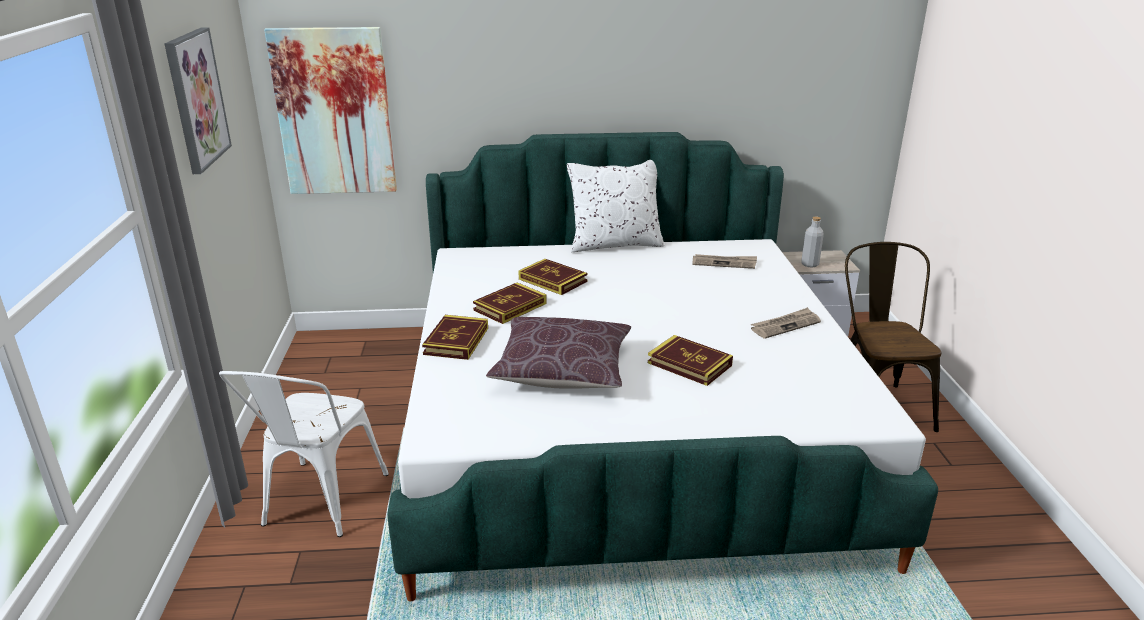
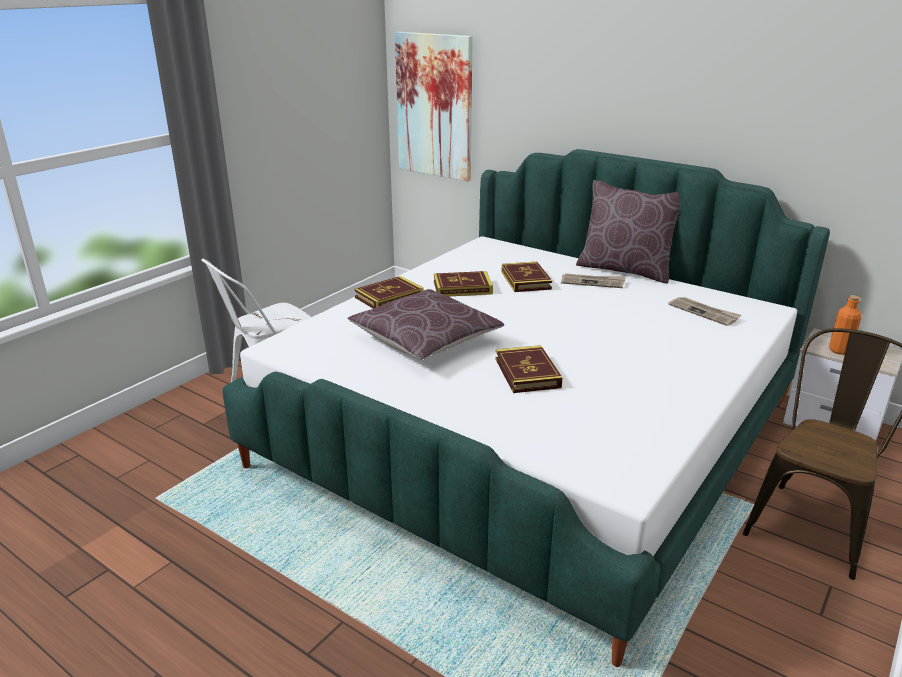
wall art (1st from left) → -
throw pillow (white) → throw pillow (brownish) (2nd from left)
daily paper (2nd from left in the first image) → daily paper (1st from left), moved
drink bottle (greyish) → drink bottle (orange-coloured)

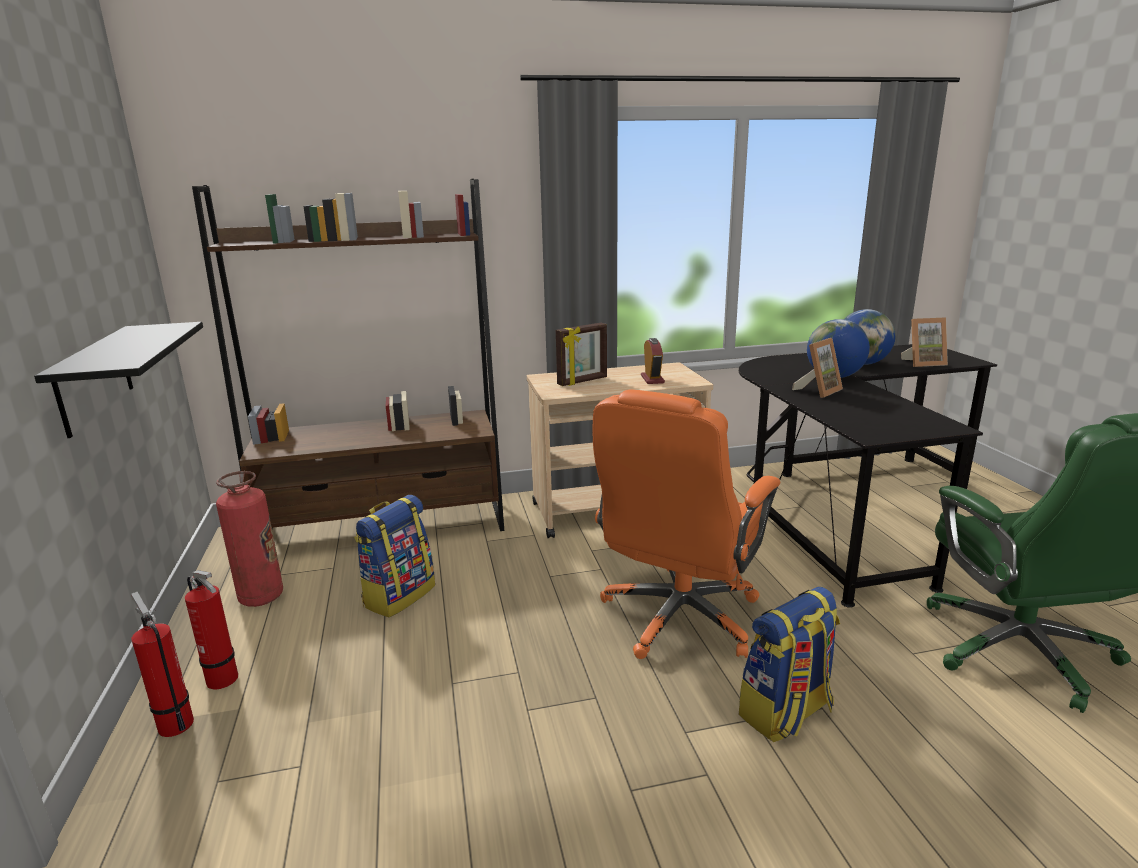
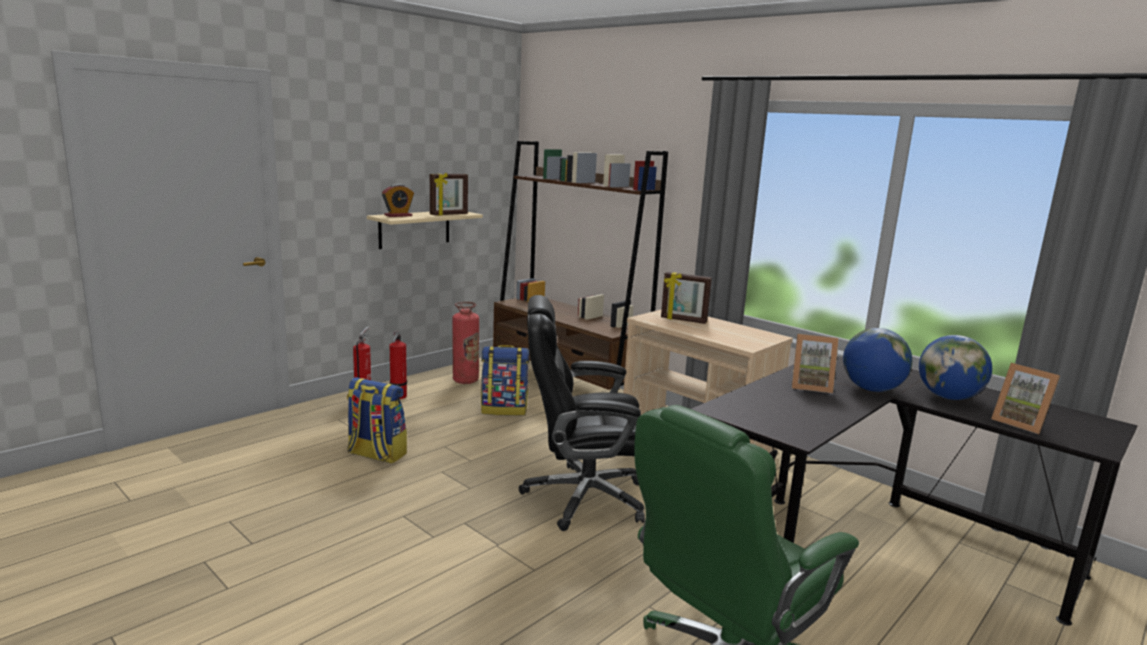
wall shelf (black) → wall shelf (beige-coloured)
computer chair (orange-coloured) → computer chair (black)
table clock, moved
knapsack (2nd from left in the first image) → knapsack (1st from left), moved
- → picture frame (1st from left)

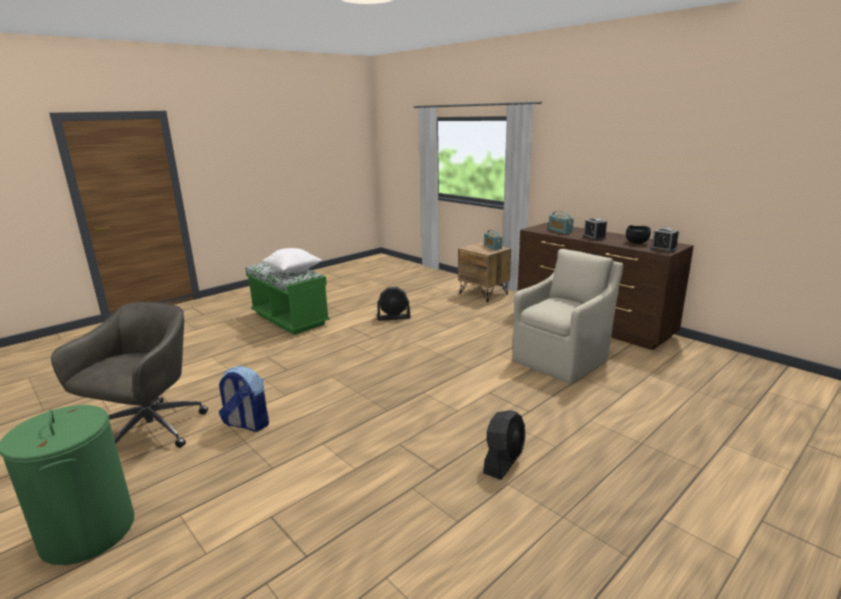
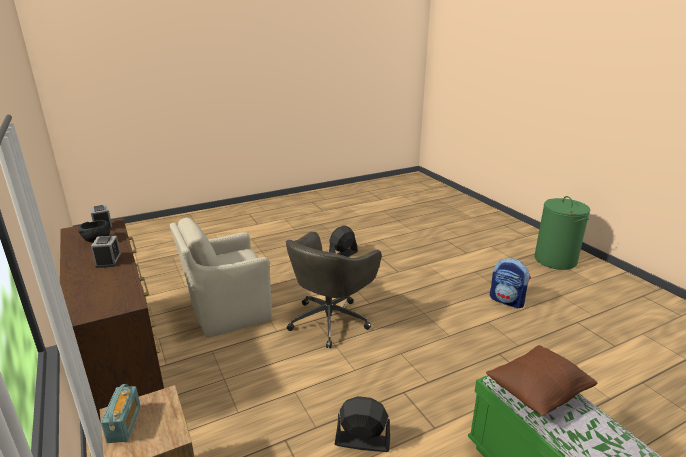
computer chair (greyish), moved
throw pillow (white) → throw pillow (brownish)
radio (2nd from left) → -

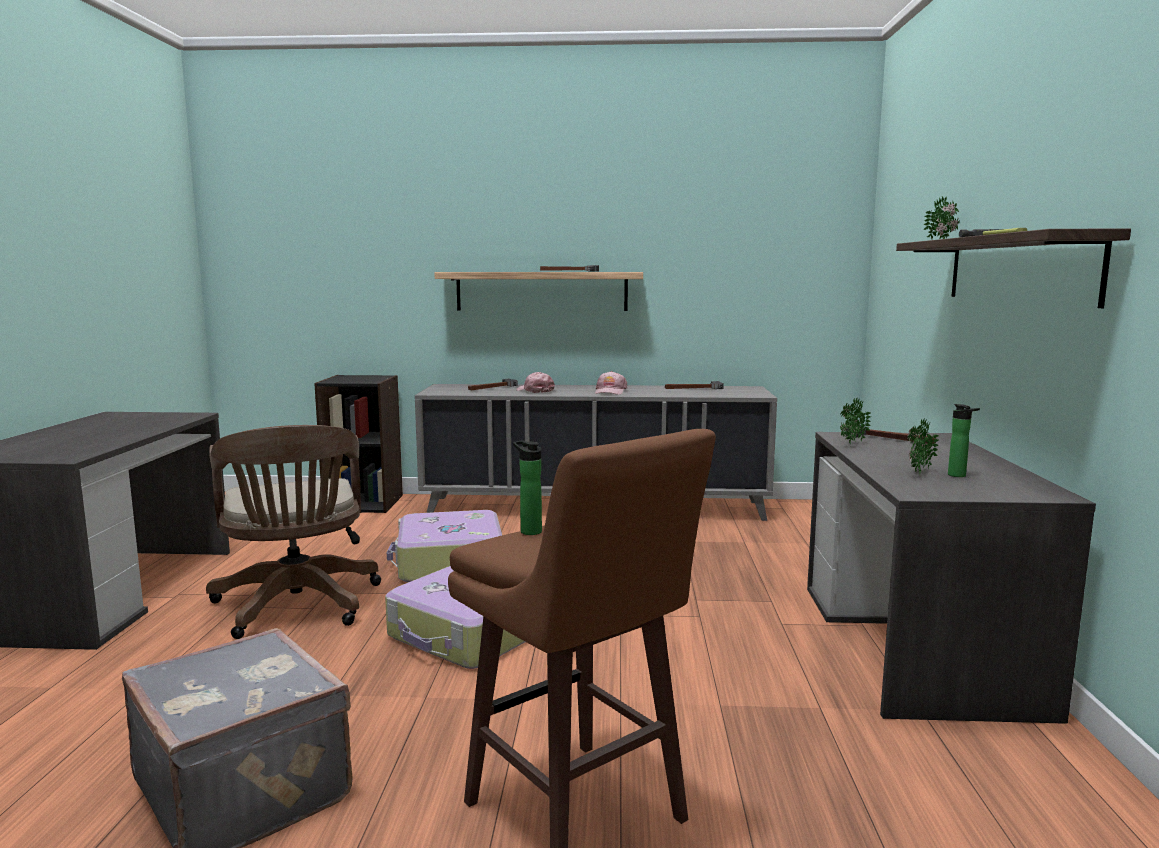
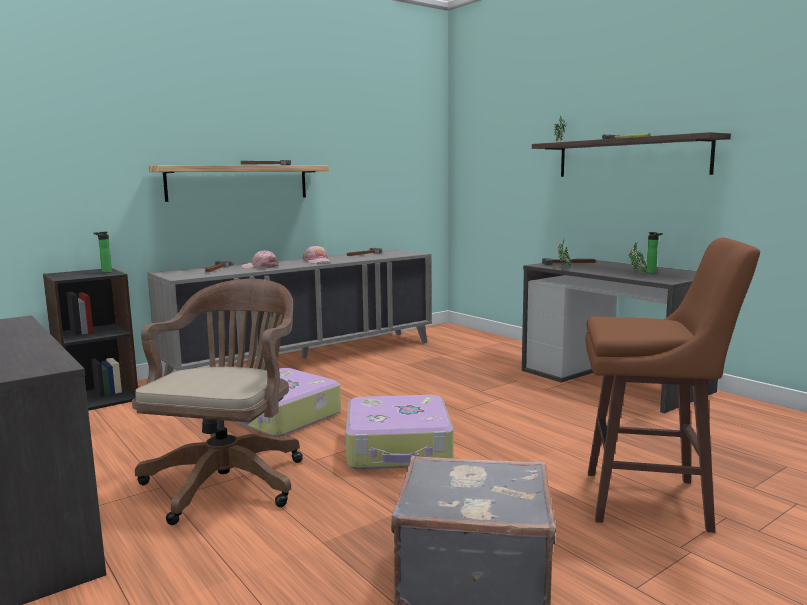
computer chair (brownish), 105 degrees counterclockwise
drink bottle (1st from left), moved

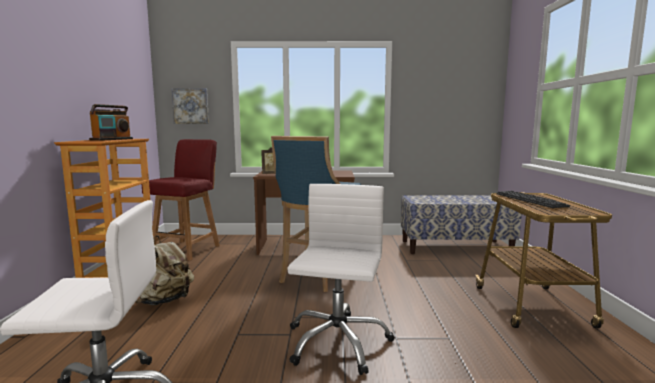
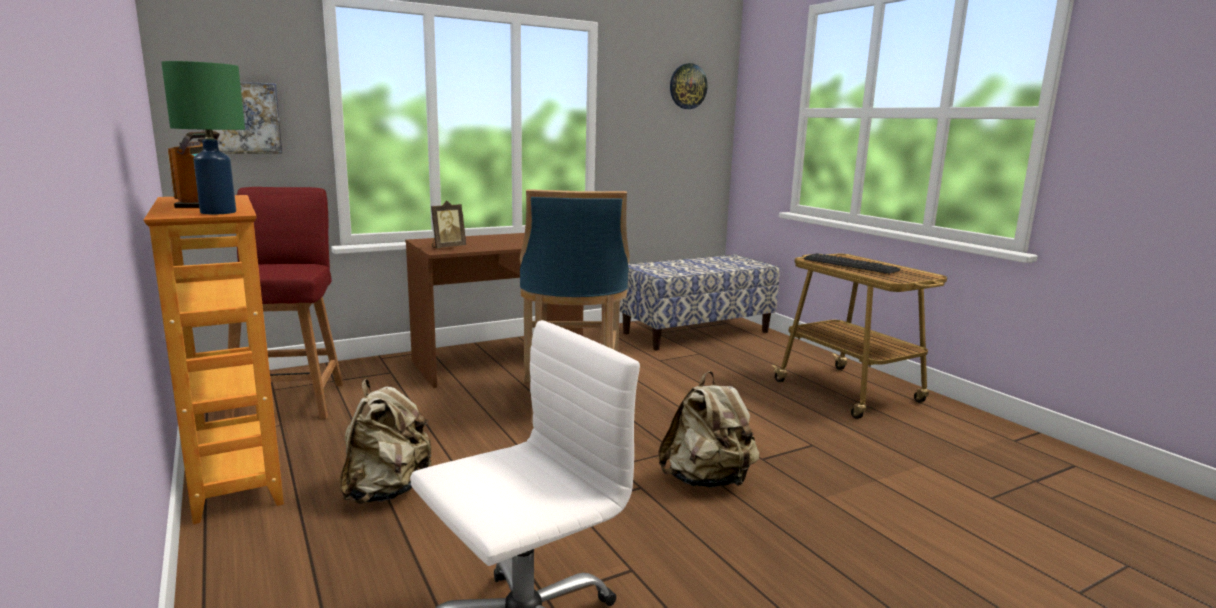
computer chair (white) (2nd from left) → knapsack (beige-coloured) (2nd from left)
- → table lamp (green-coloured)
- → clock on the wall

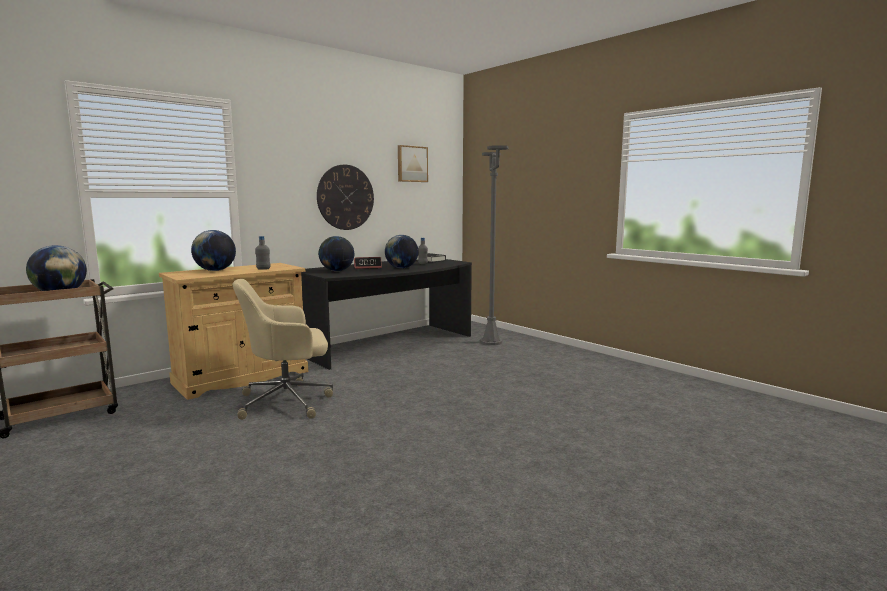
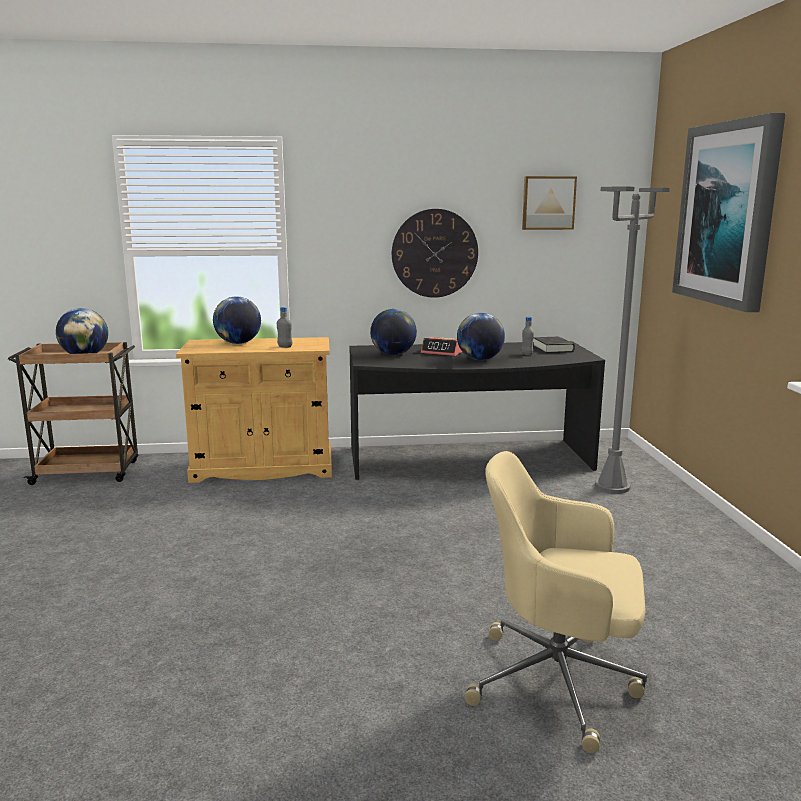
computer chair (beige-coloured), moved
- → wall art (2nd from left)

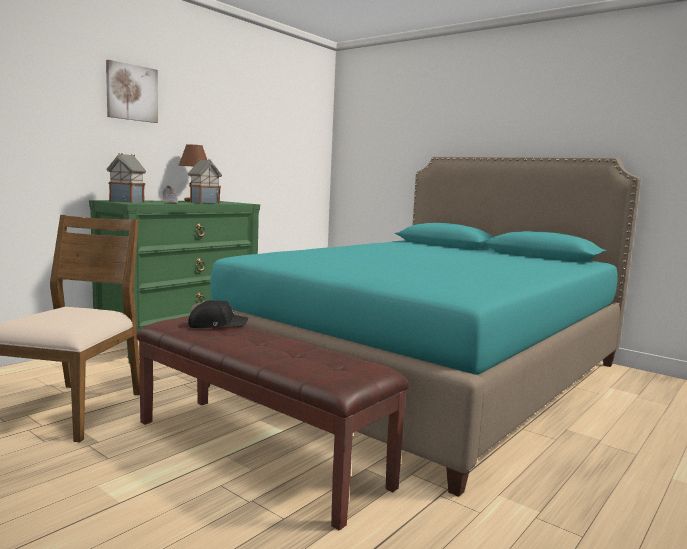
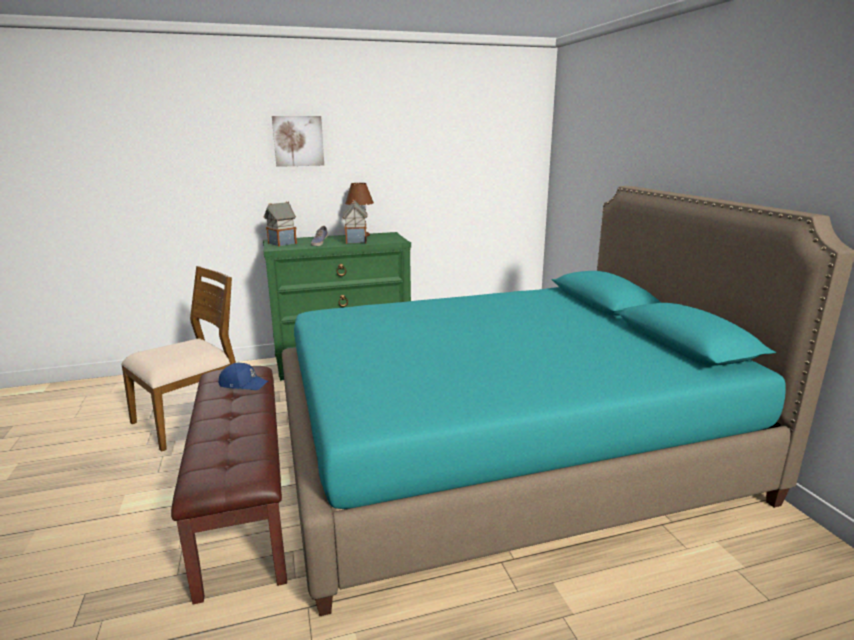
cap (black) → cap (blue)

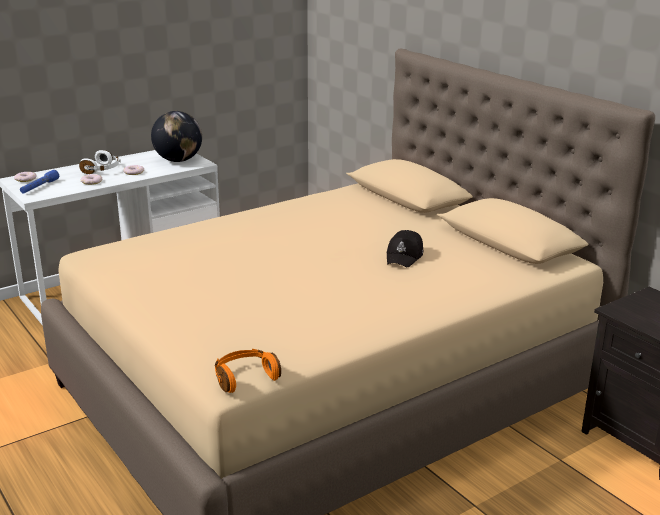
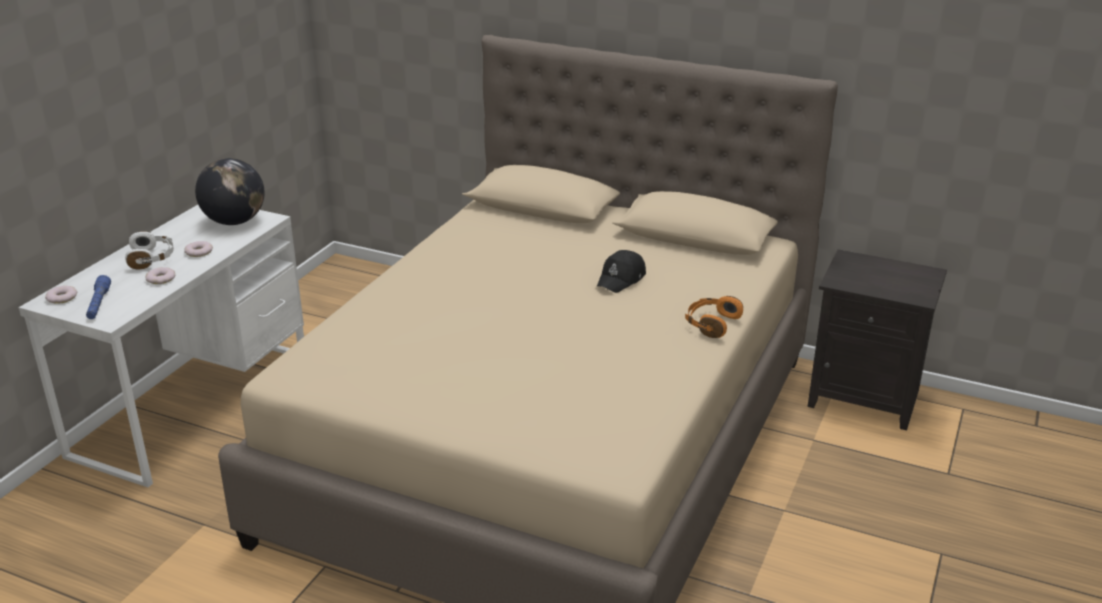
pair of headphones (orange-coloured), moved
cap (black), 45 degrees clockwise

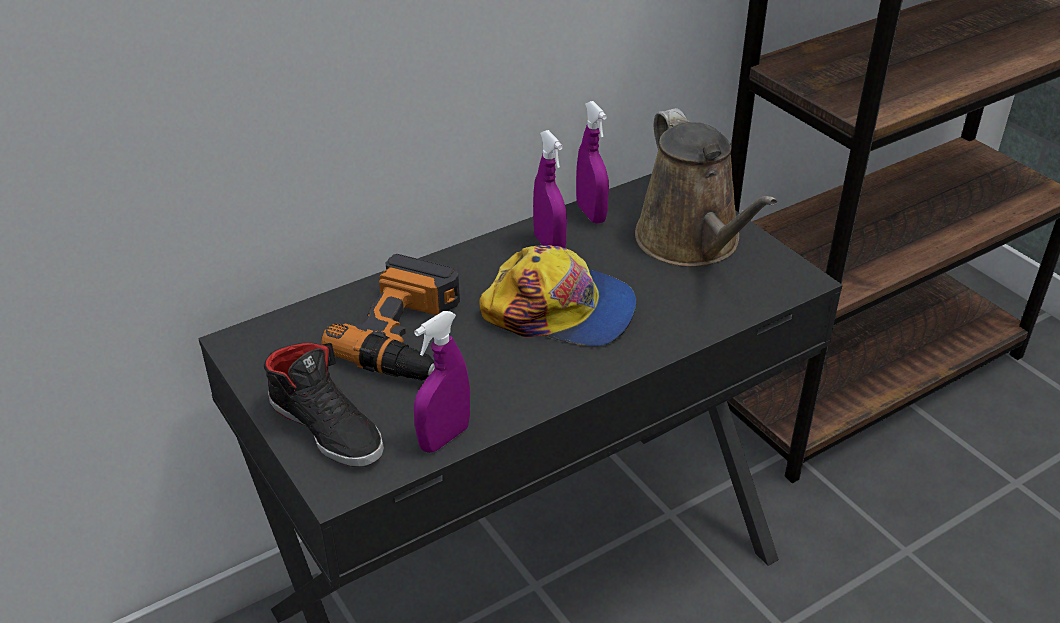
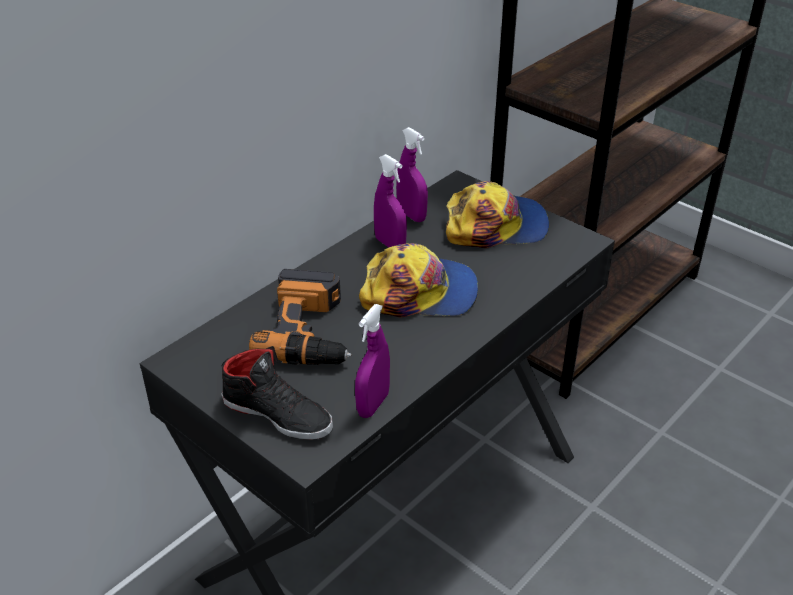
watering pot (brownish) → cap (2nd from left)

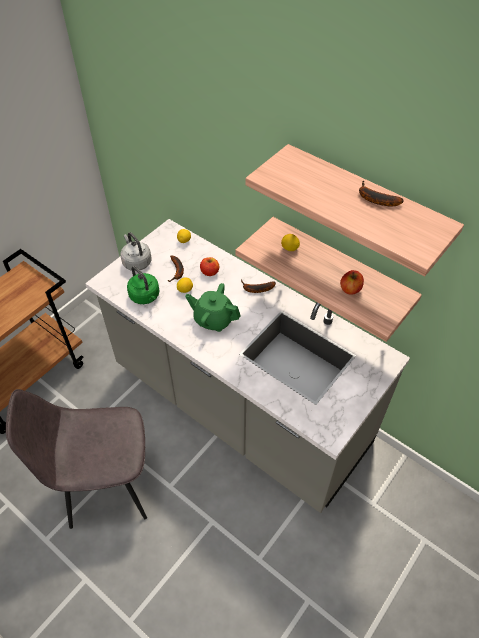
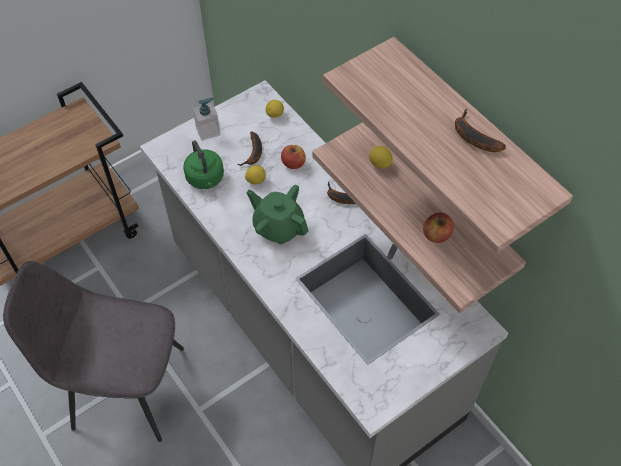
tea kettle (greyish) → liquid soap bottle

